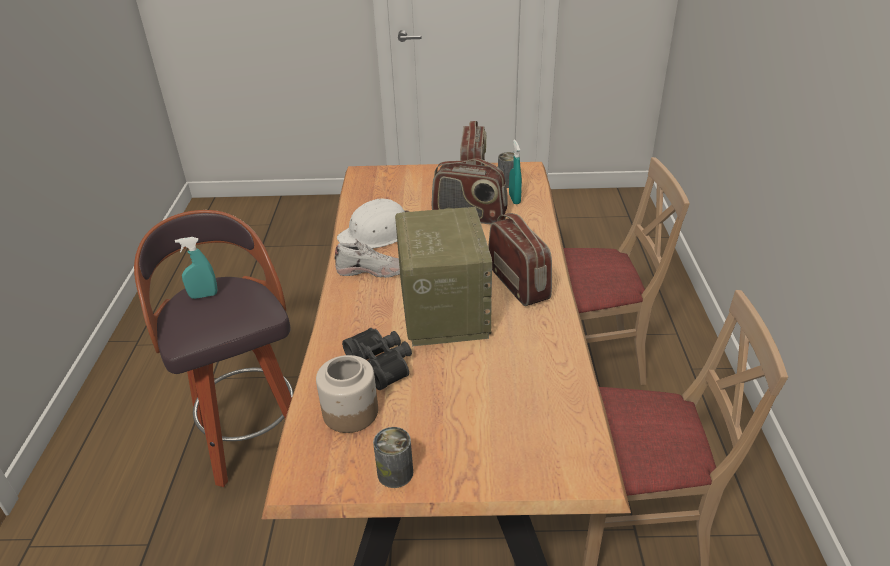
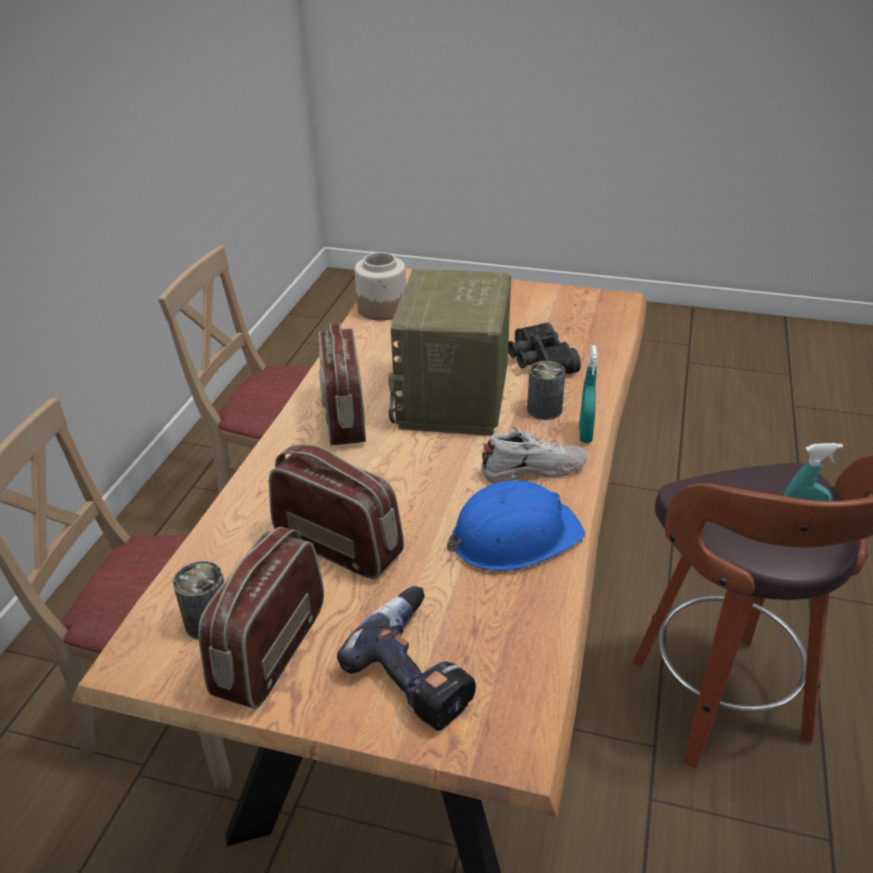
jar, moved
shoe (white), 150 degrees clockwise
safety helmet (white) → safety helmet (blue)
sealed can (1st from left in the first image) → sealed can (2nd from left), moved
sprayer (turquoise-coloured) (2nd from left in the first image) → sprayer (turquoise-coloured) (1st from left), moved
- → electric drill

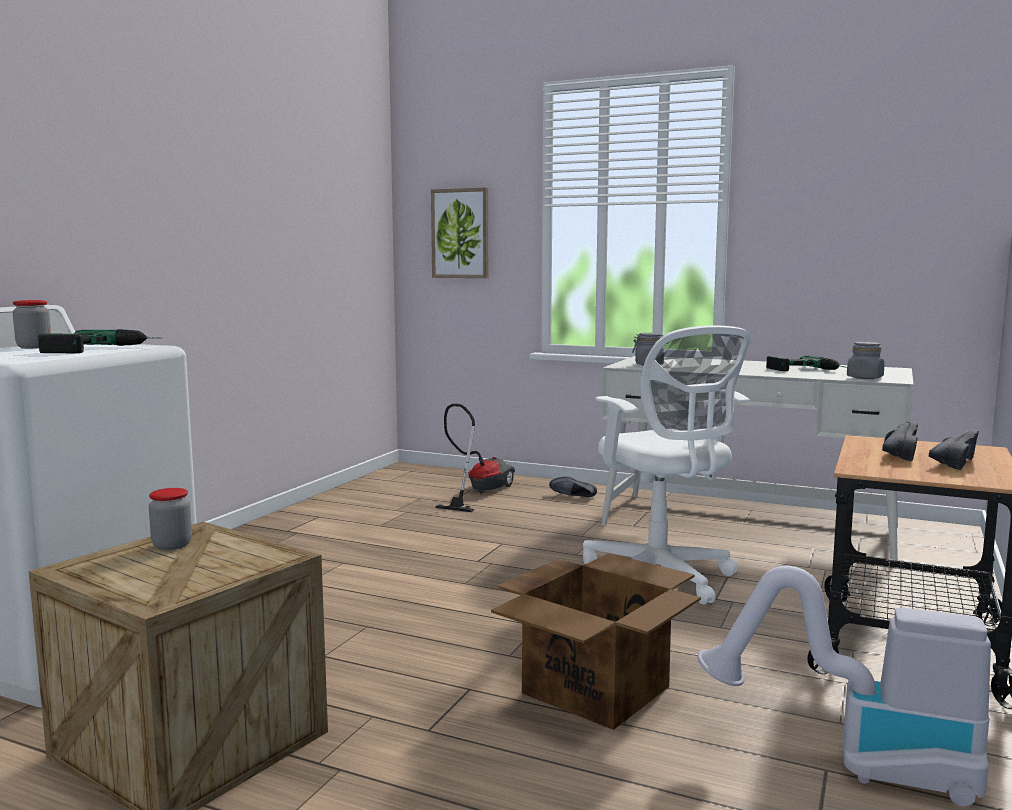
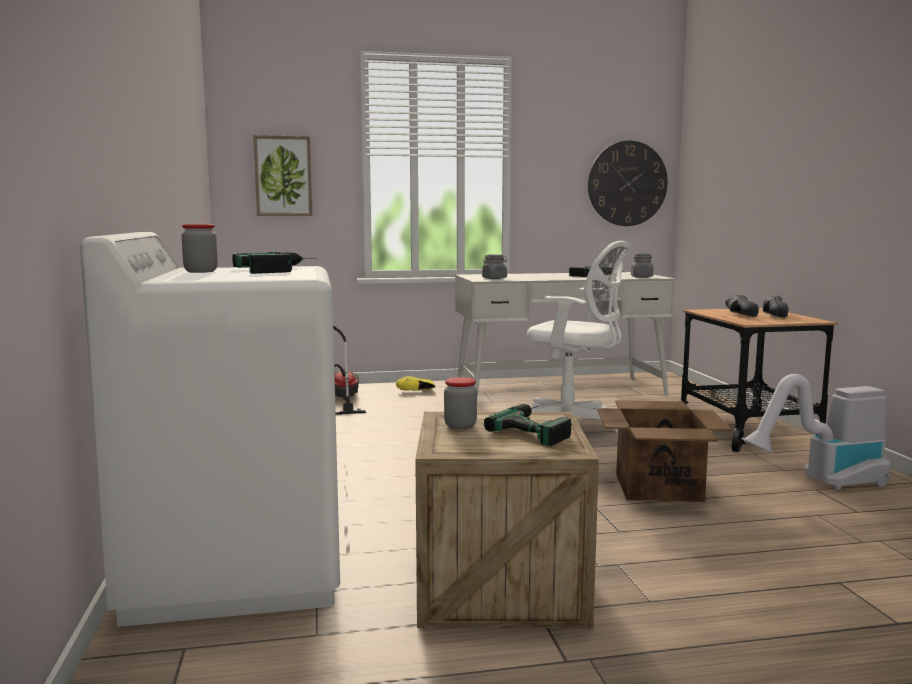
shoe (black) (1st from left) → shoe (yellowish)
- → electric drill (2nd from left)
- → clock on the wall

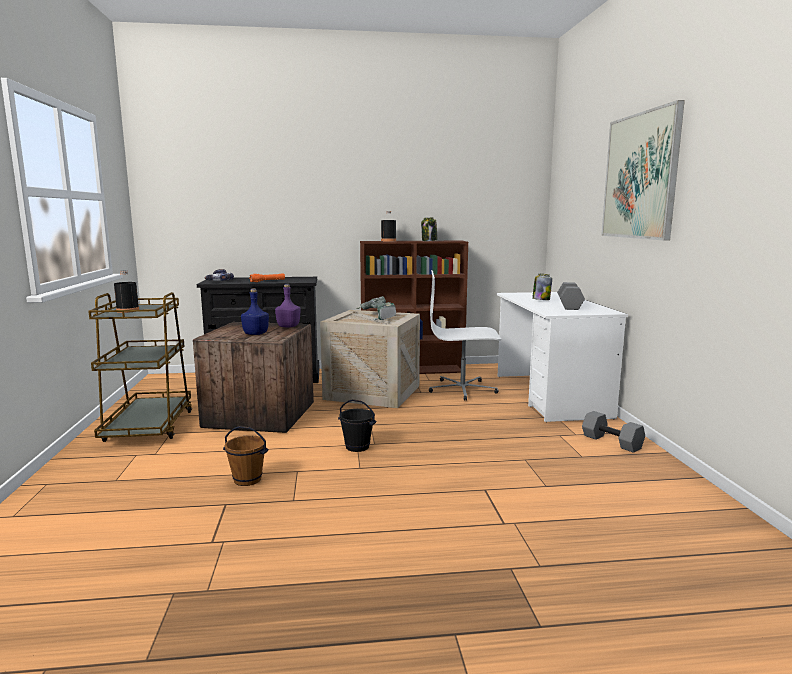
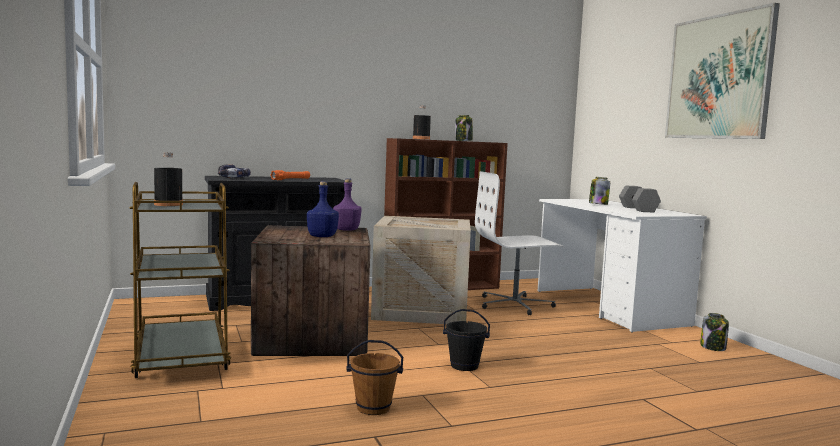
electric drill (2nd from left) → -
dumbbell (greyish) (2nd from left) → jar (3rd from left)

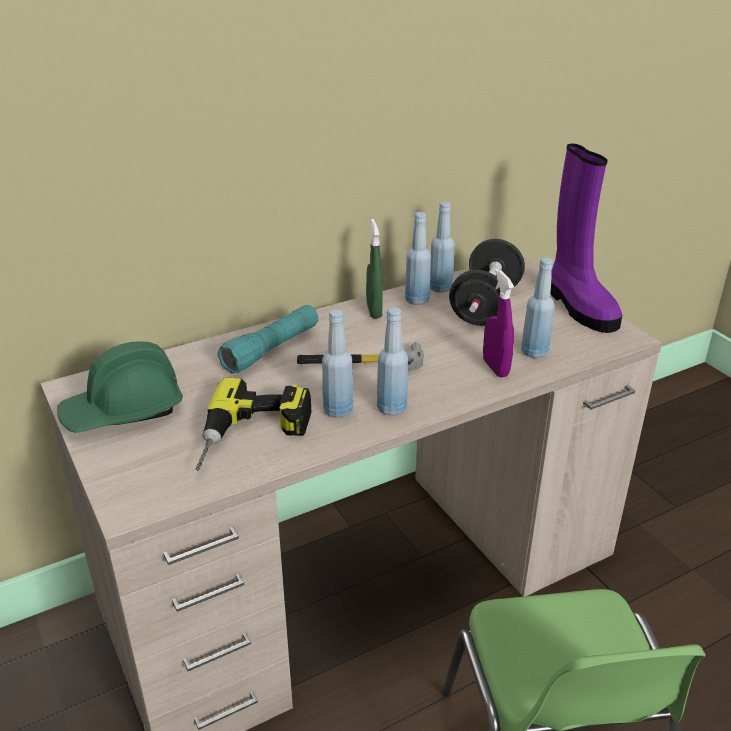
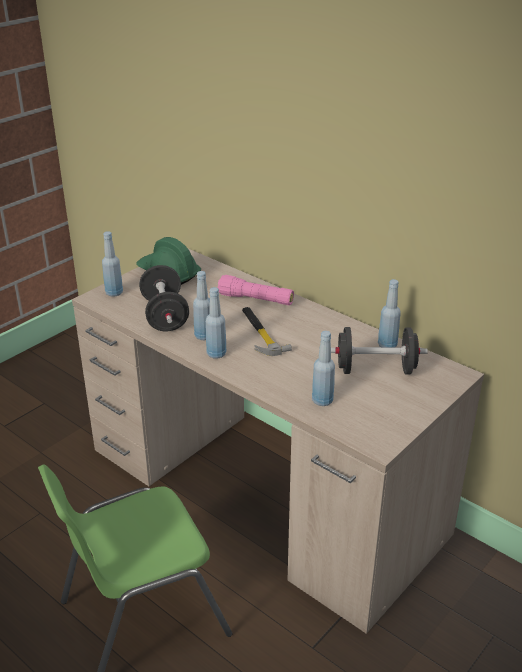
electric drill → dumbbell (black) (1st from left)
flashlight (turquoise-coloured) → flashlight (pink)
sprayer (green-coloured) → -
drink bottle (blue) (3rd from left in the first image) → drink bottle (blue) (1st from left), moved
sprayer (purple) → -
high-top boot (purple) → -

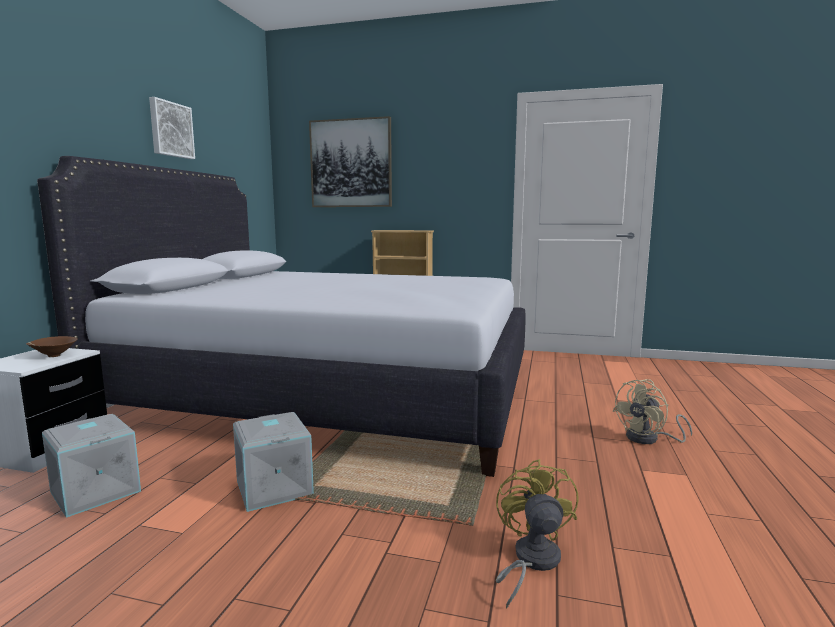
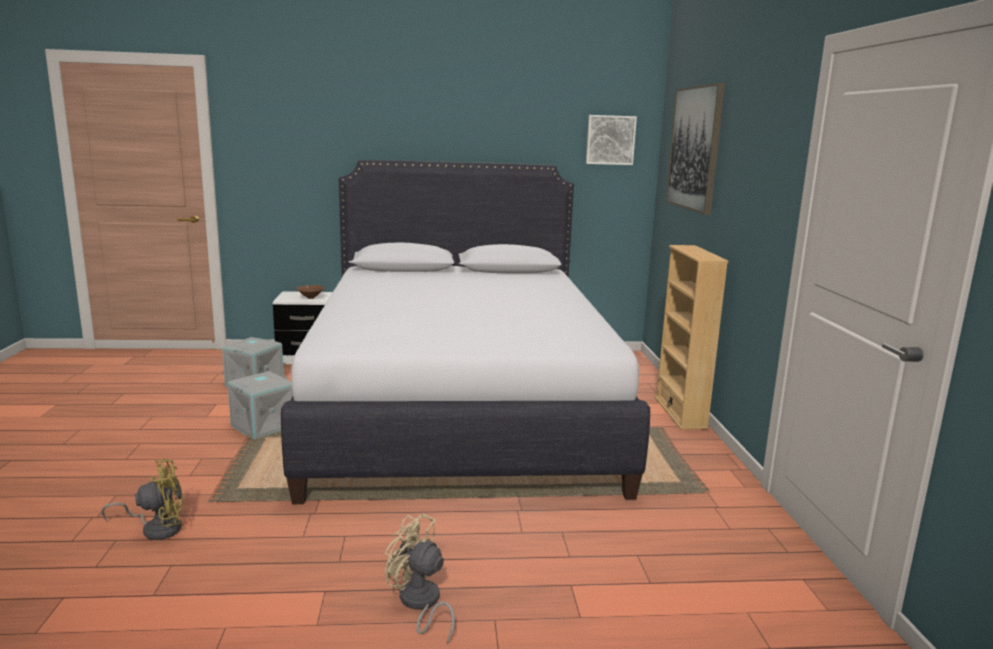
wall art (1st from left), moved

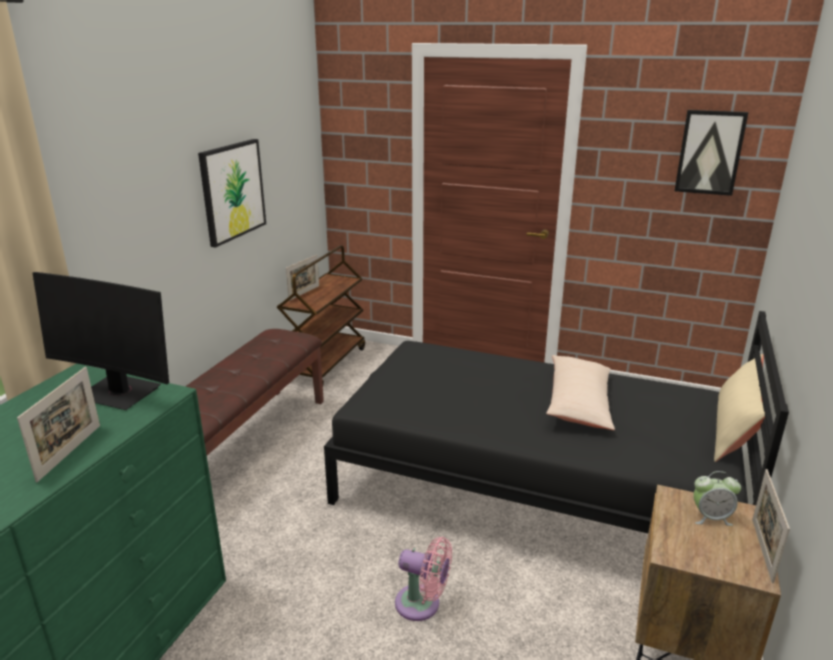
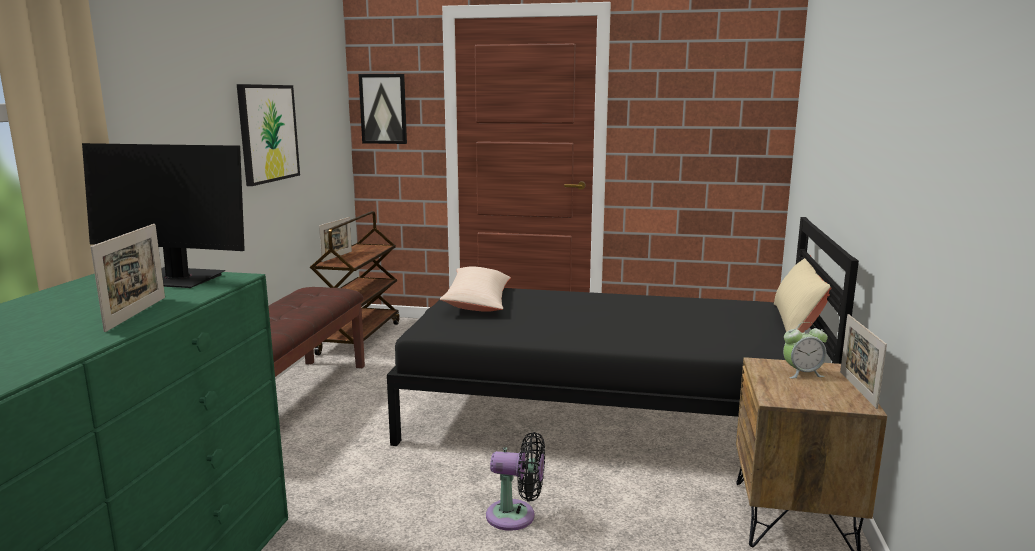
fan (pink) → fan (black)
throw pillow (beige-coloured) (1st from left), moved
wall art (2nd from left), moved

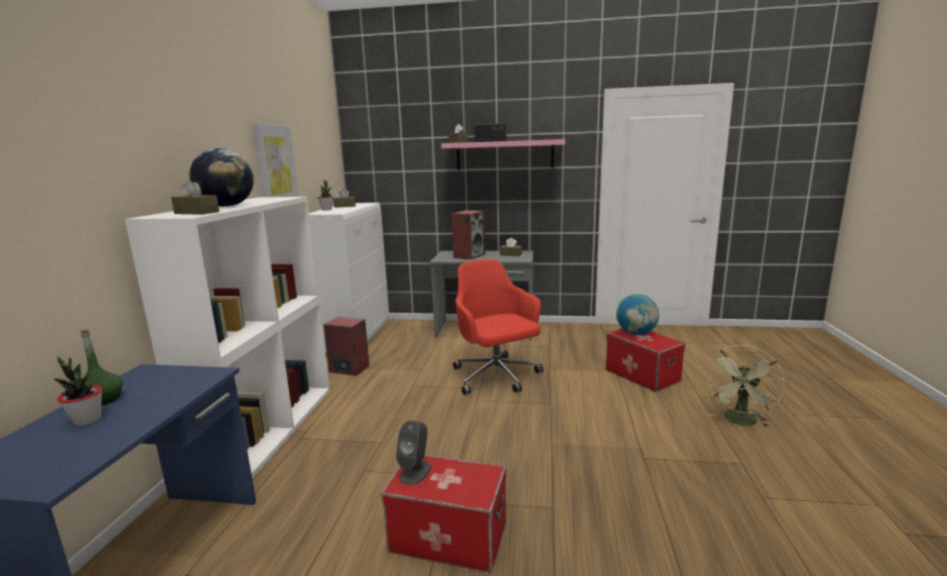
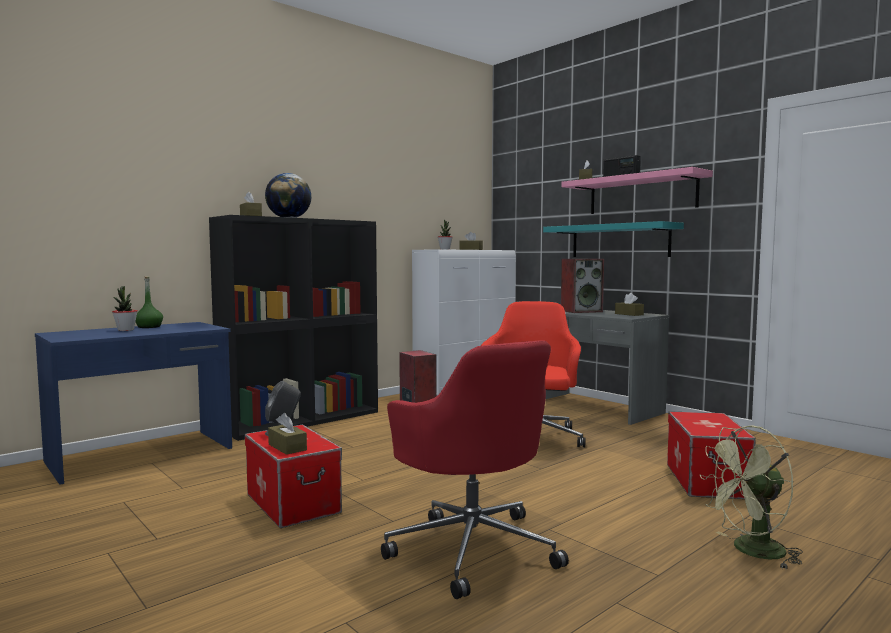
bookshelf (white) → bookshelf (black)
wall art → -
globe (2nd from left) → -
- → tissue box (brownish) (2nd from left)
- → computer chair (reddish) (1st from left)
- → wall shelf (turquoise-coloured)

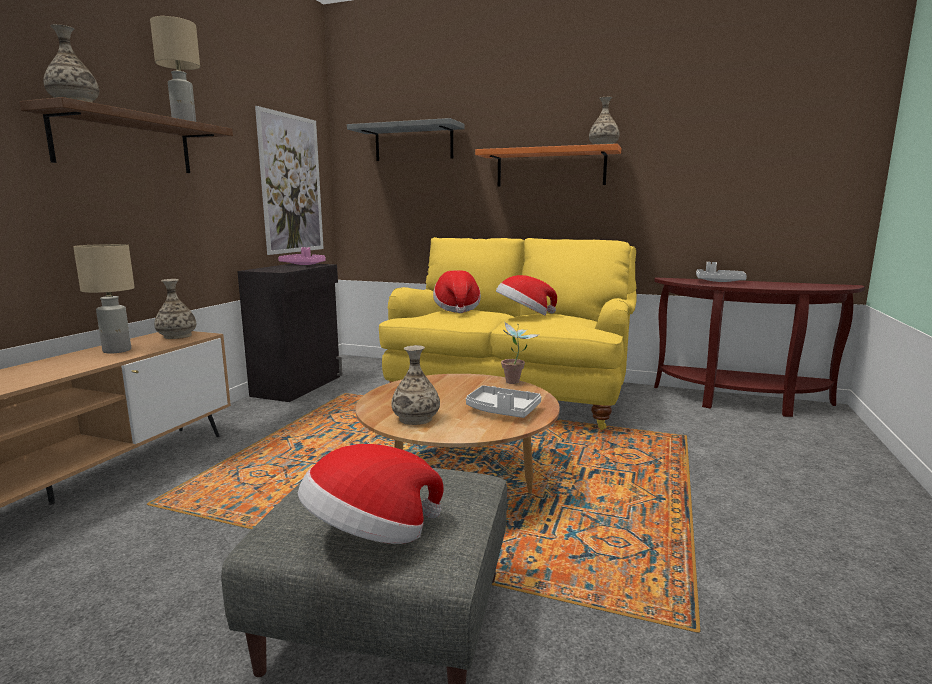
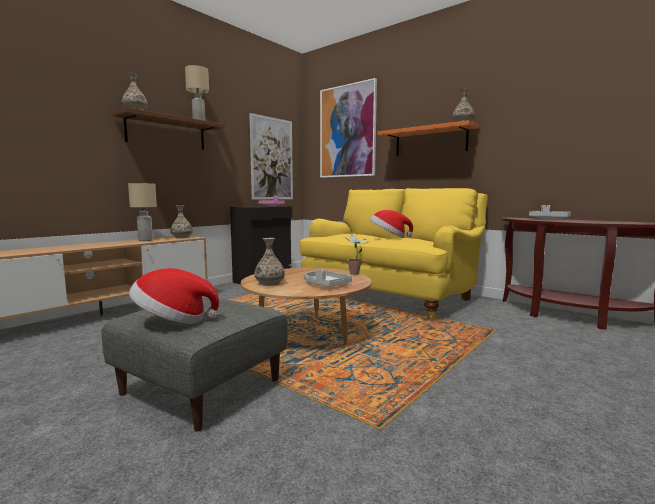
wall shelf (greyish) → wall art (2nd from left)
wearable hat (2nd from left) → -

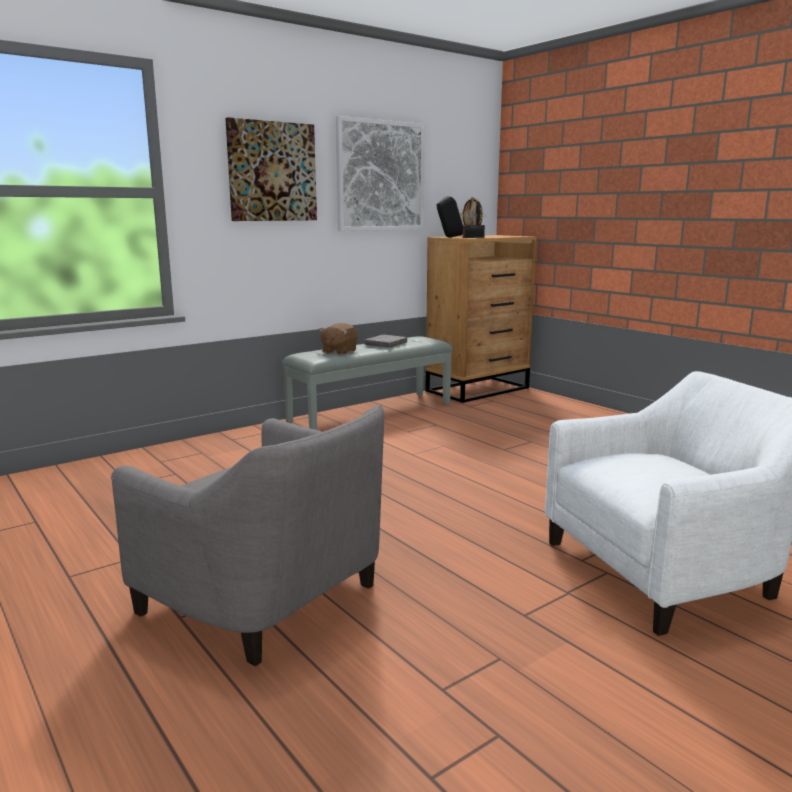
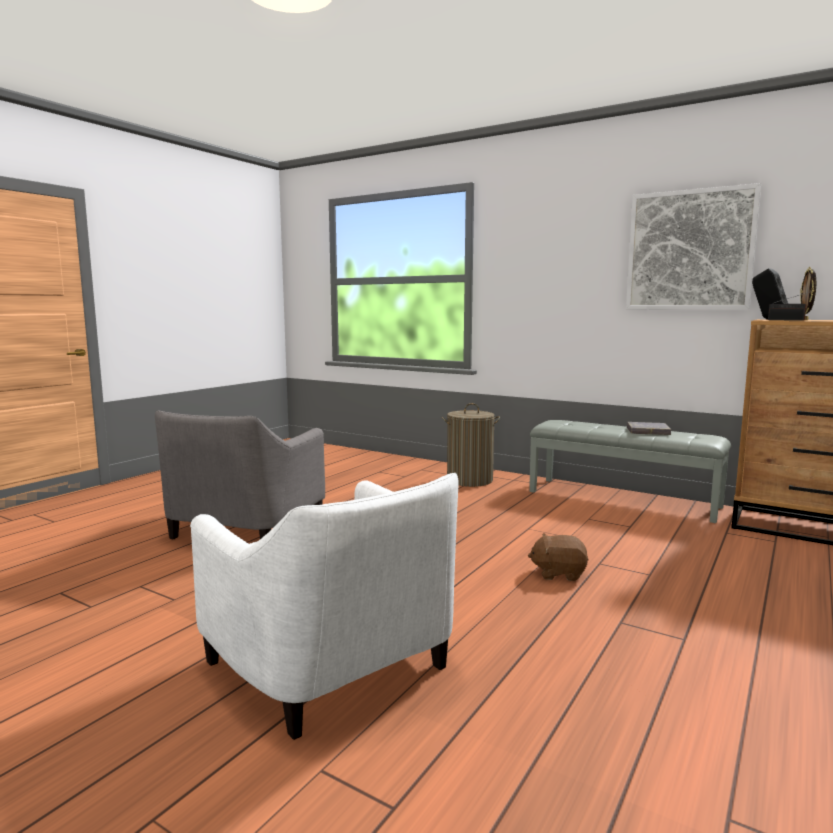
wall art (1st from left) → -
plush toy (brownish), moved
- → hamper

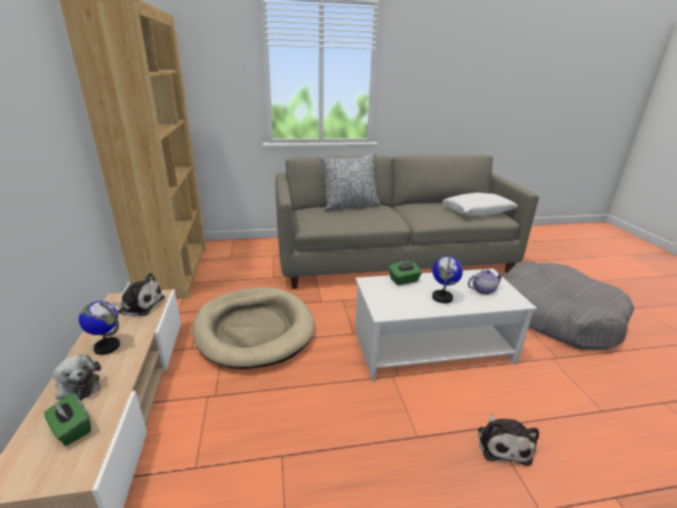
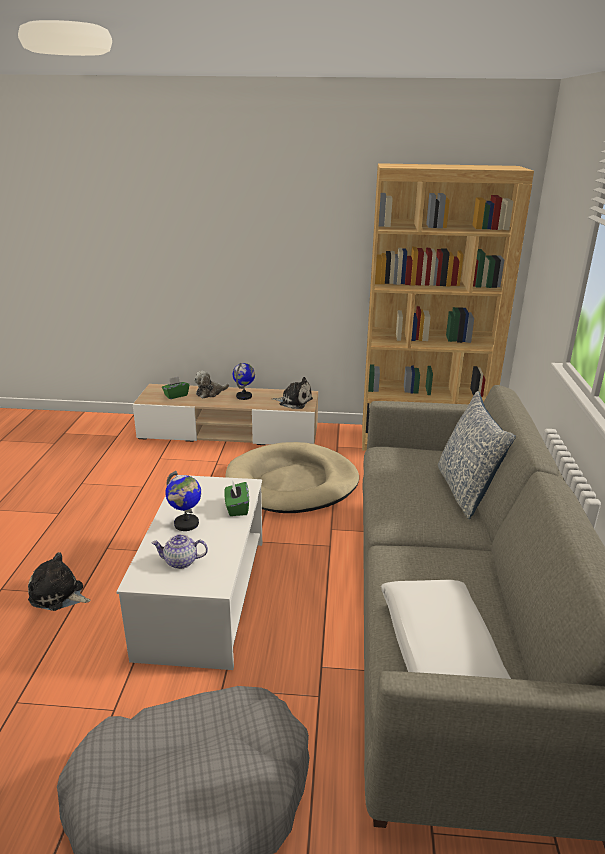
plush toy (2nd from left in the first image) → plush toy (3rd from left), 90 degrees counterclockwise
teapot, 90 degrees clockwise

